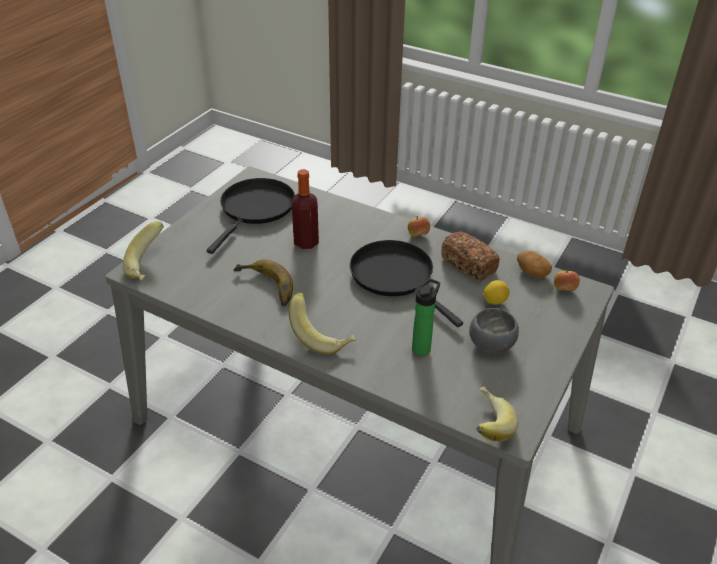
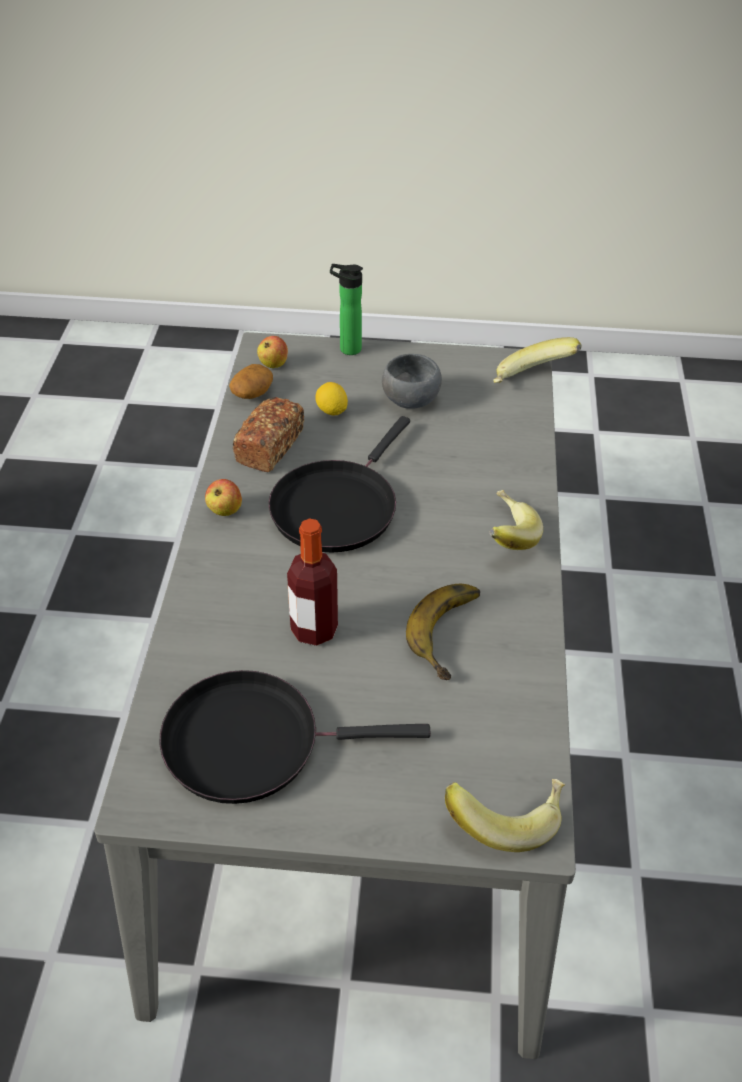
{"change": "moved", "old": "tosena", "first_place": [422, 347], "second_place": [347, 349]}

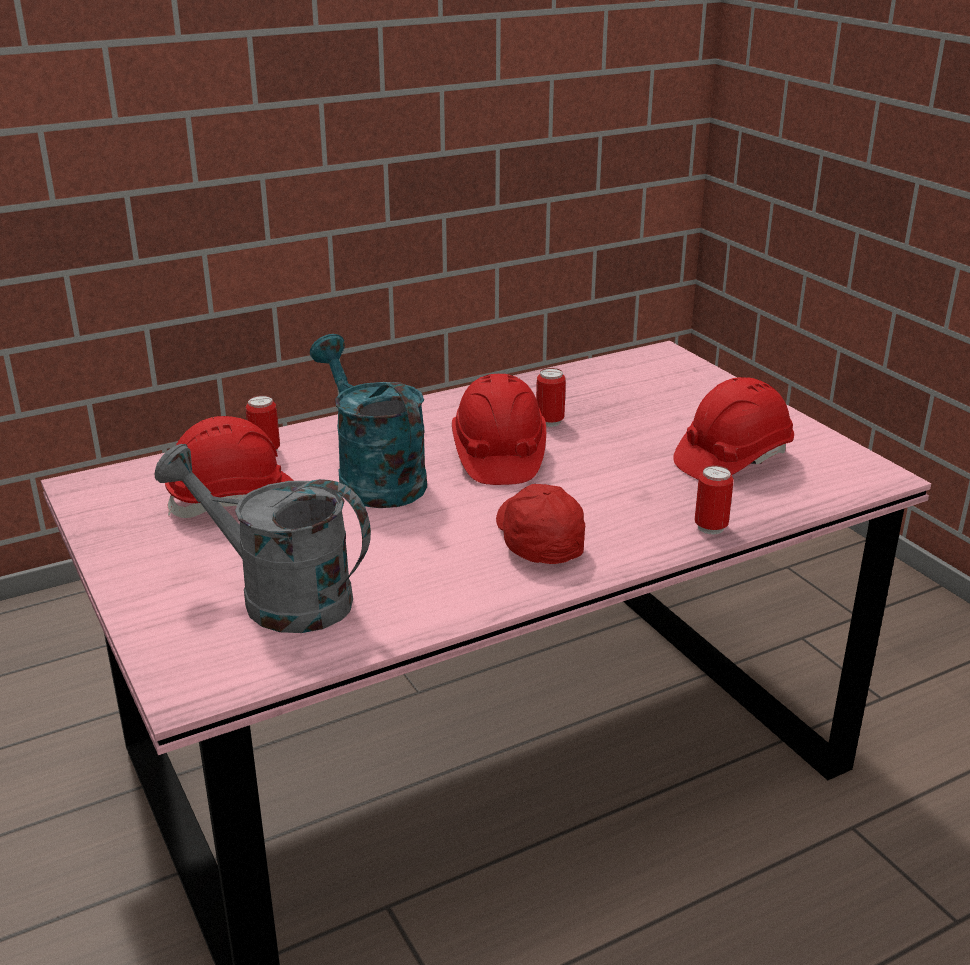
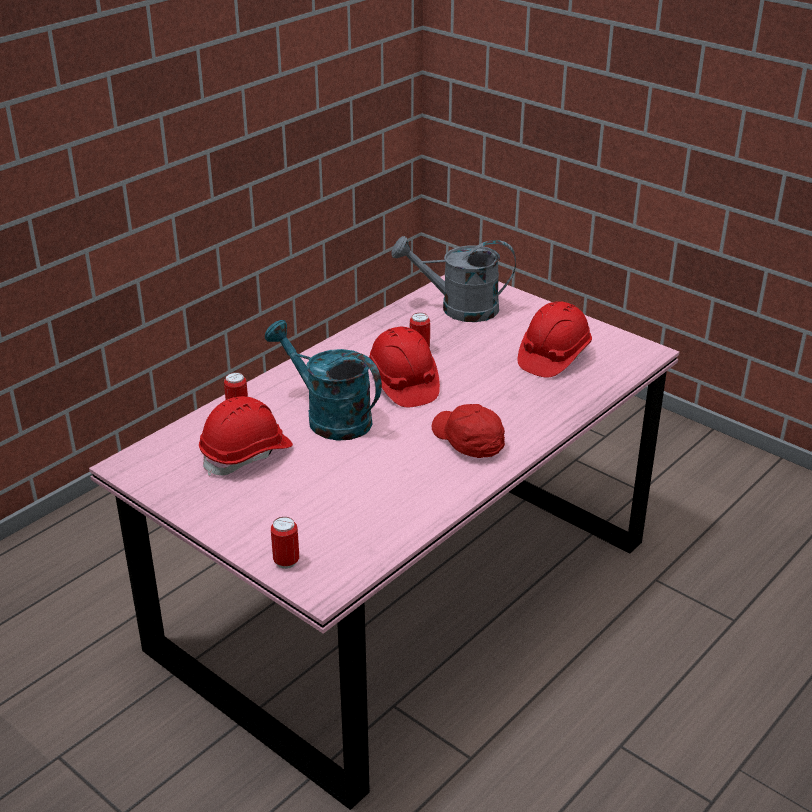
{"change": "moved", "old": "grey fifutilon", "first_place": [279, 597], "second_place": [458, 308]}
{"change": "moved", "old": "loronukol", "first_place": [710, 527], "second_place": [286, 561]}

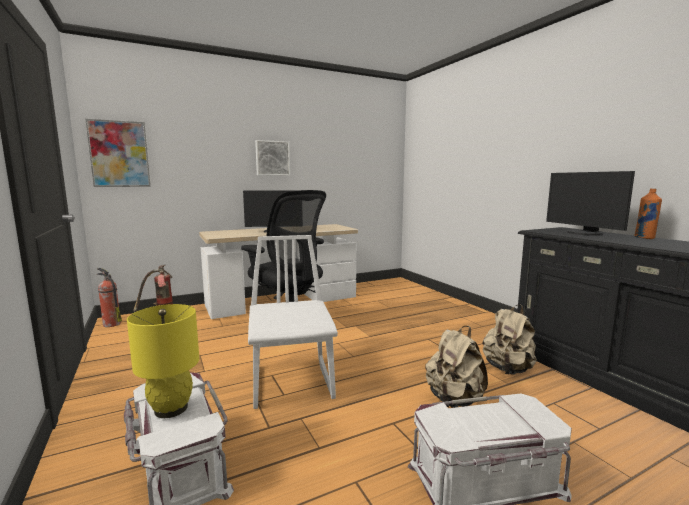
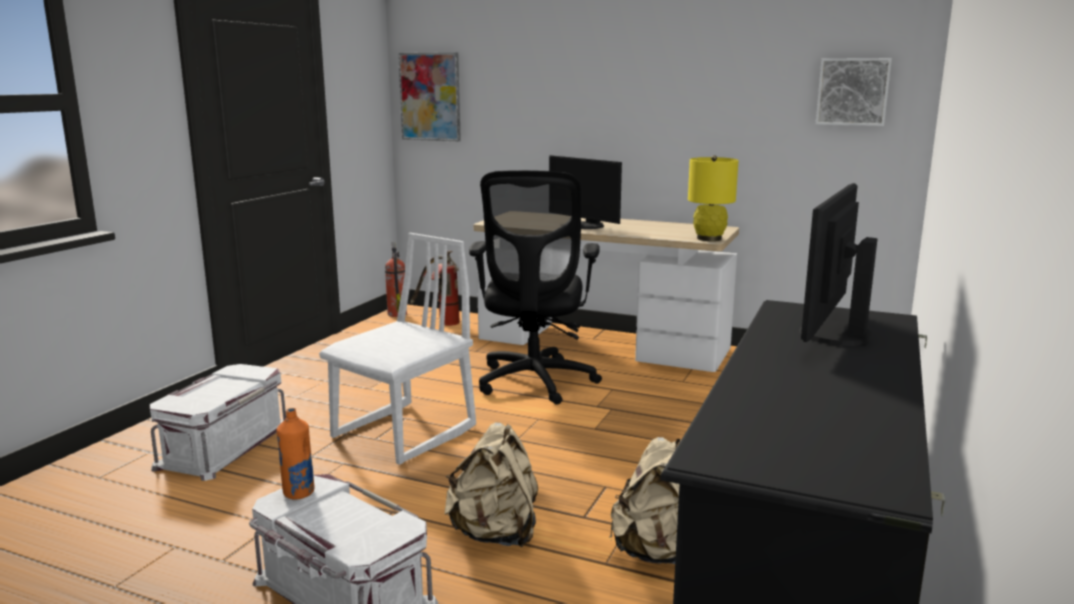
{"change": "moved", "old": "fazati", "first_place": [272, 158], "second_place": [852, 92]}
{"change": "moved", "old": "orange tosena", "first_place": [644, 238], "second_place": [298, 493]}
{"change": "moved", "old": "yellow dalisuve", "first_place": [171, 408], "second_place": [709, 238]}

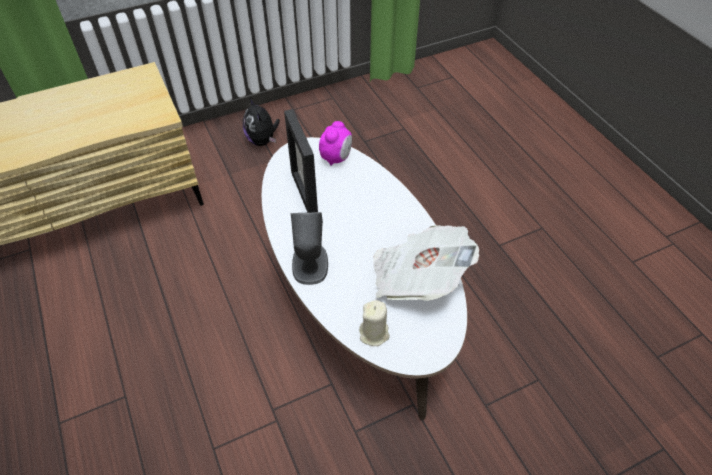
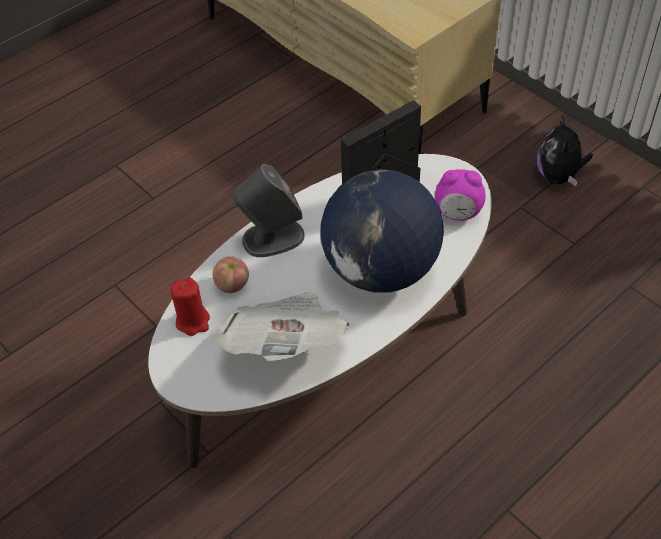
{"change": "turned", "old": "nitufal", "first_place": [263, 141], "second_place": [558, 176], "degrees": -45}
{"change": "recoloured", "old": "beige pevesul", "new": "red pevesul", "first_place": [374, 334], "second_place": [193, 321]}
{"change": "added", "new": "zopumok", "second_place": [381, 270]}
{"change": "added", "new": "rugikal", "second_place": [232, 285]}

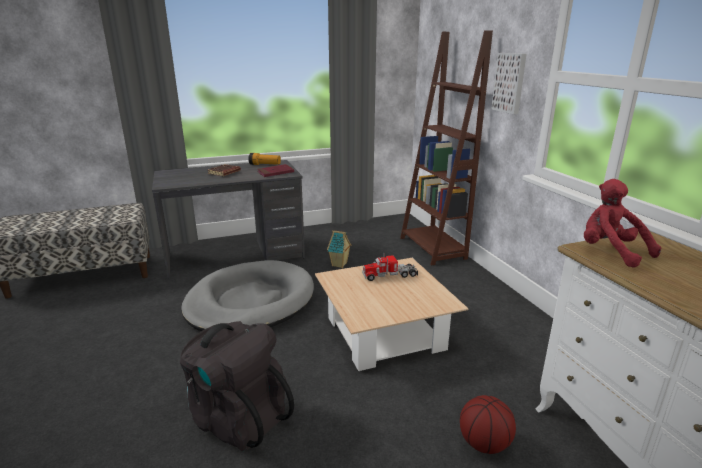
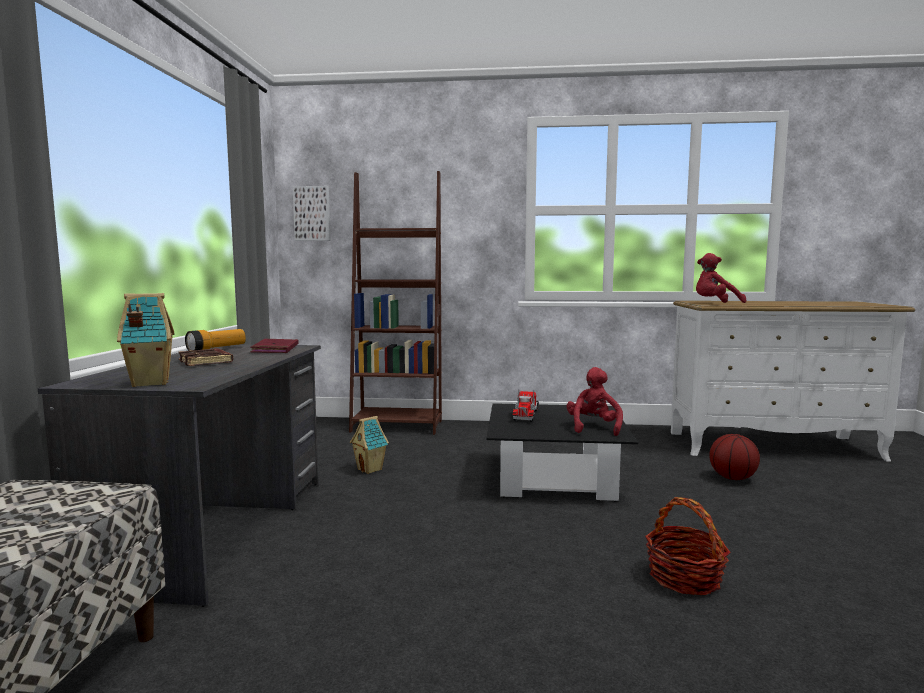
{"change": "moved", "old": "fazati", "first_place": [510, 83], "second_place": [312, 214]}
{"change": "recoloured", "old": "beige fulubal", "new": "black fulubal", "first_place": [384, 333], "second_place": [554, 478]}
{"change": "removed", "old": "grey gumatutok", "first_place": [250, 302]}
{"change": "replaced", "old": "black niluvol", "new": "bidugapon", "first_place": [238, 417], "second_place": [685, 578]}
{"change": "added", "new": "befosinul", "second_place": [149, 383]}
{"change": "added", "new": "red nitufal", "second_place": [593, 427]}

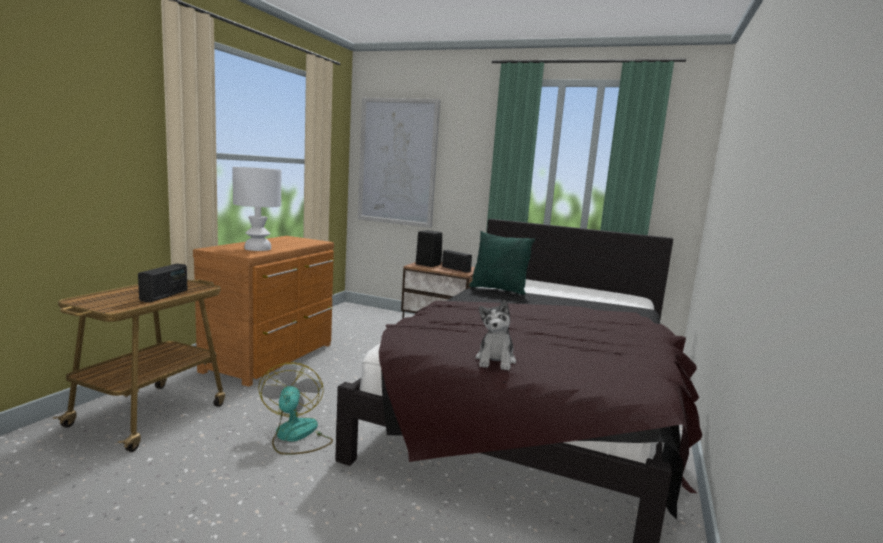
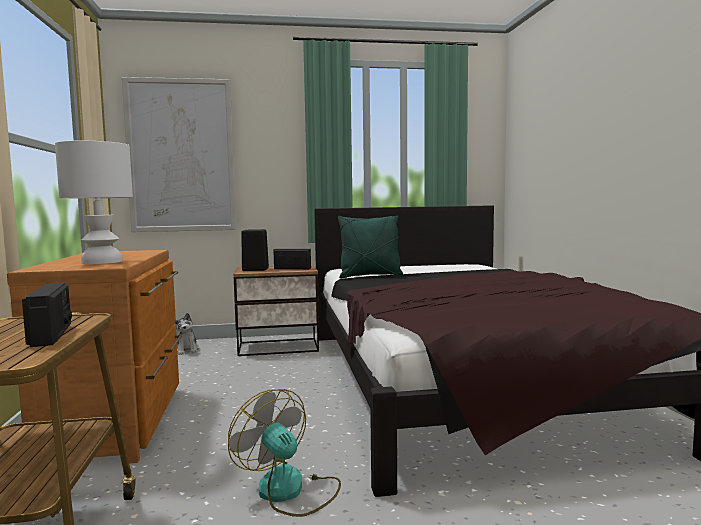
{"change": "moved", "old": "nitufal", "first_place": [495, 361], "second_place": [186, 350]}

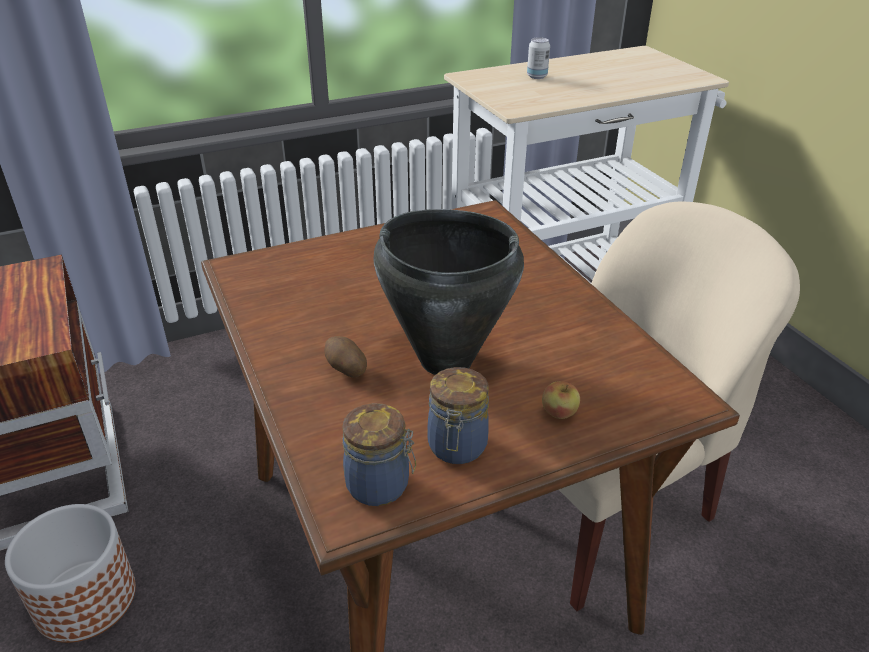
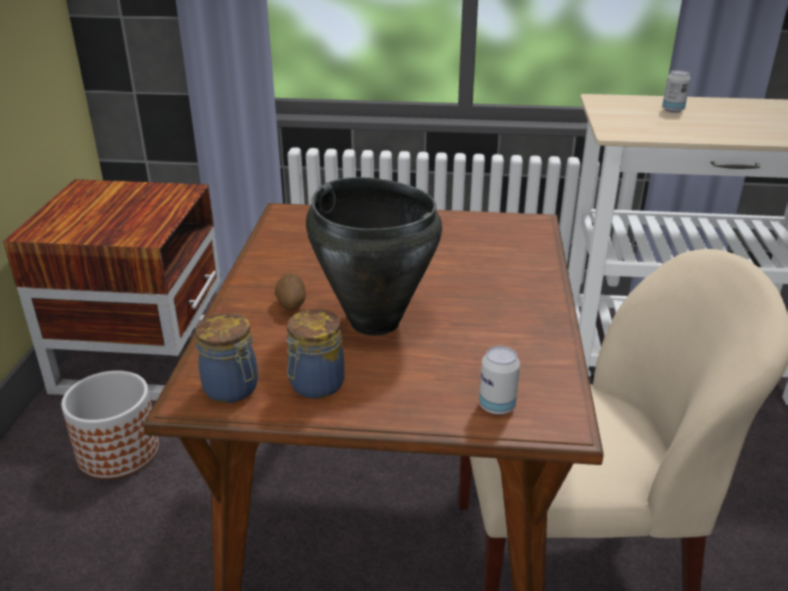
{"change": "removed", "old": "rugikal", "first_place": [559, 413]}
{"change": "added", "new": "loronukol", "second_place": [497, 406]}

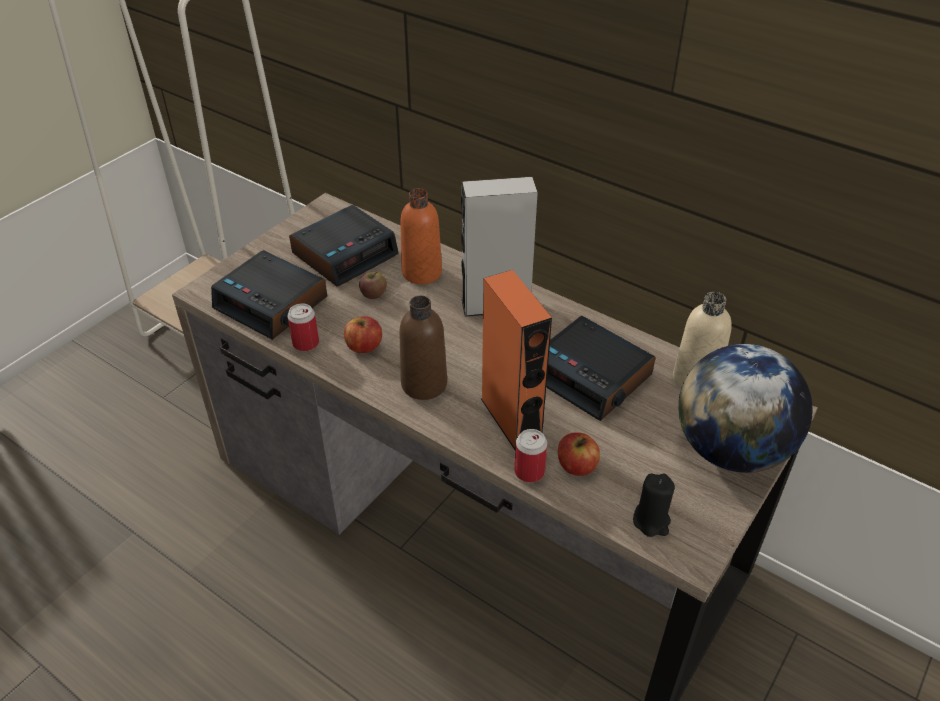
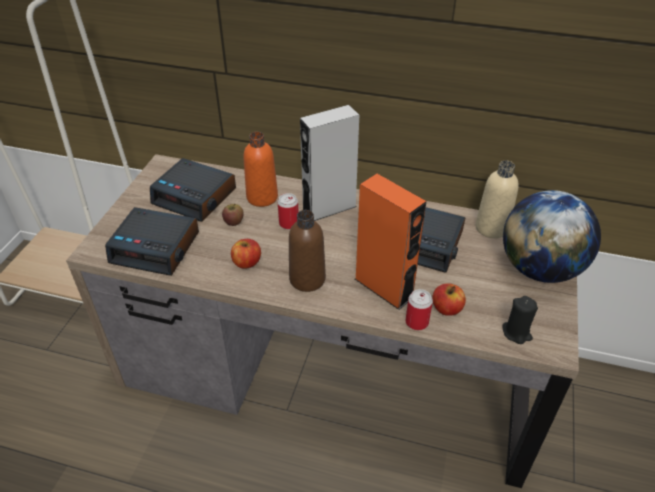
{"change": "turned", "old": "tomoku", "first_place": [345, 253], "second_place": [195, 196], "degrees": 90}
{"change": "moved", "old": "loronukol", "first_place": [306, 343], "second_place": [289, 223]}

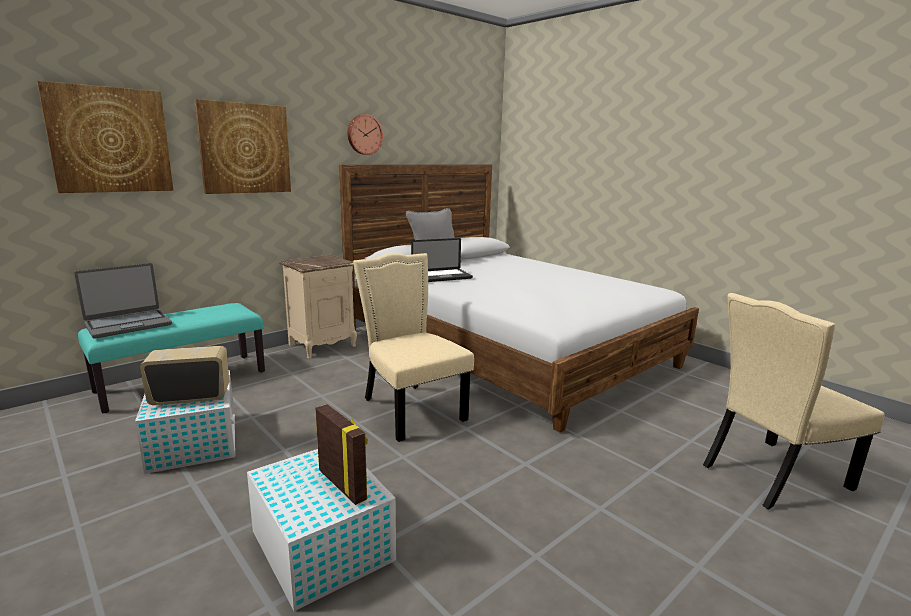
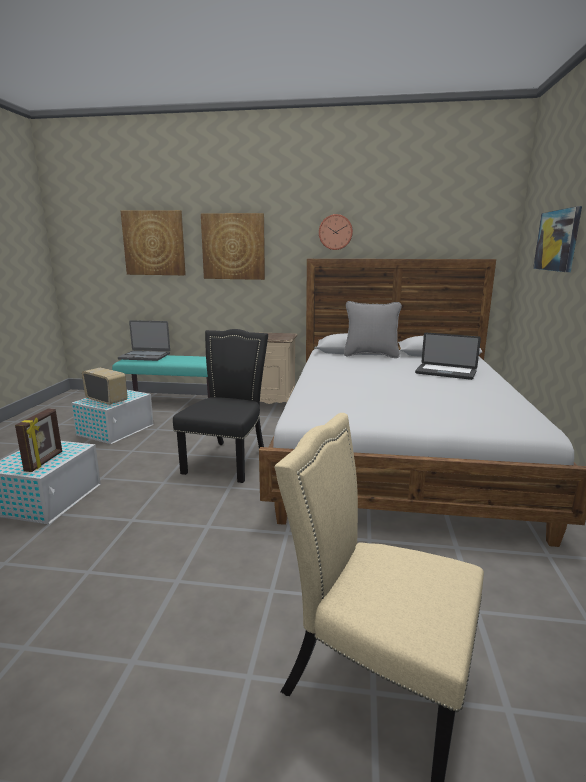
{"change": "moved", "old": "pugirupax", "first_place": [441, 277], "second_place": [445, 372]}
{"change": "recoloured", "old": "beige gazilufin", "new": "black gazilufin", "first_place": [412, 411], "second_place": [227, 462]}
{"change": "added", "new": "fazati", "second_place": [557, 240]}

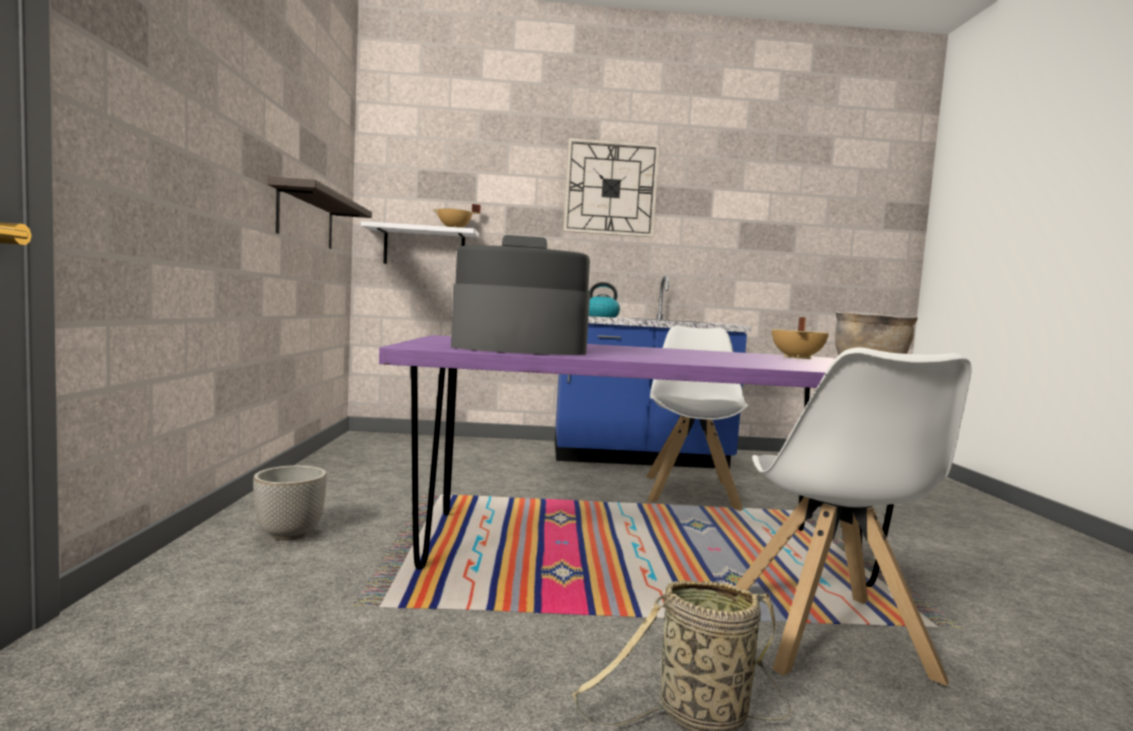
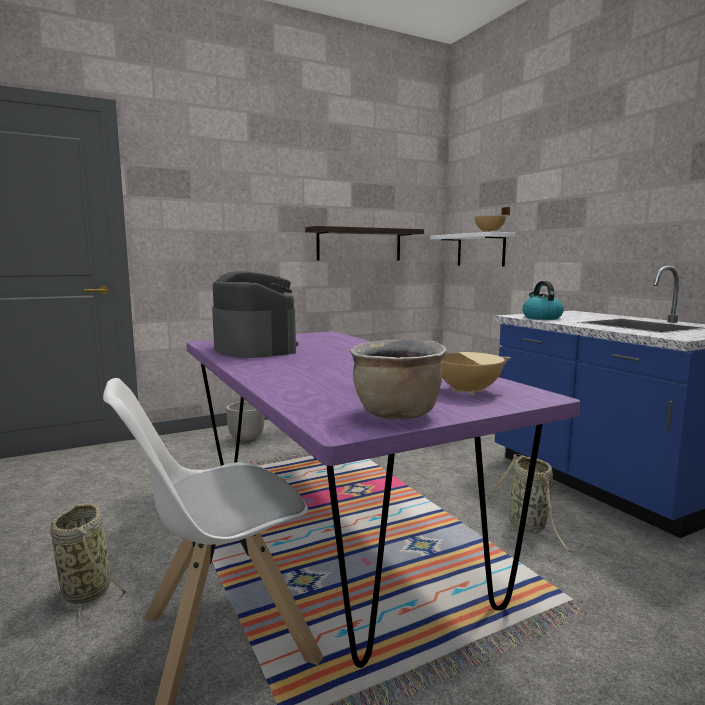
{"change": "removed", "old": "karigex", "first_place": [610, 188]}
{"change": "replaced", "old": "gazilufin", "new": "bidugapon", "first_place": [690, 491], "second_place": [529, 527]}

